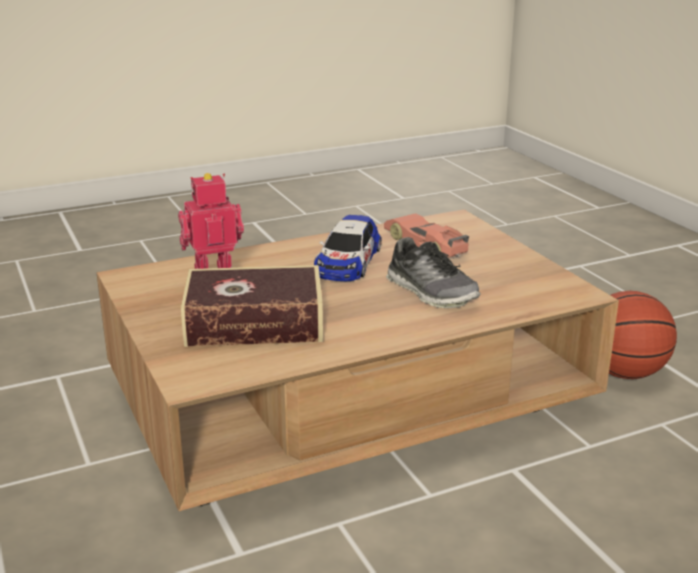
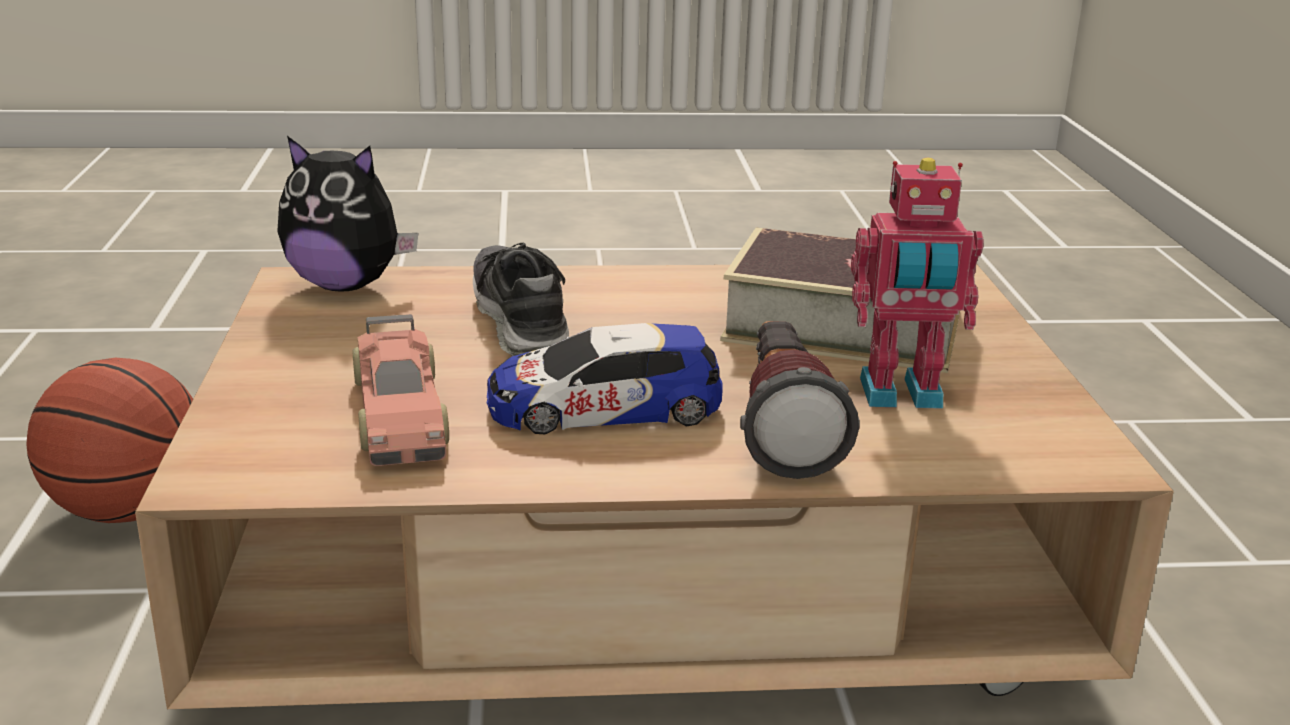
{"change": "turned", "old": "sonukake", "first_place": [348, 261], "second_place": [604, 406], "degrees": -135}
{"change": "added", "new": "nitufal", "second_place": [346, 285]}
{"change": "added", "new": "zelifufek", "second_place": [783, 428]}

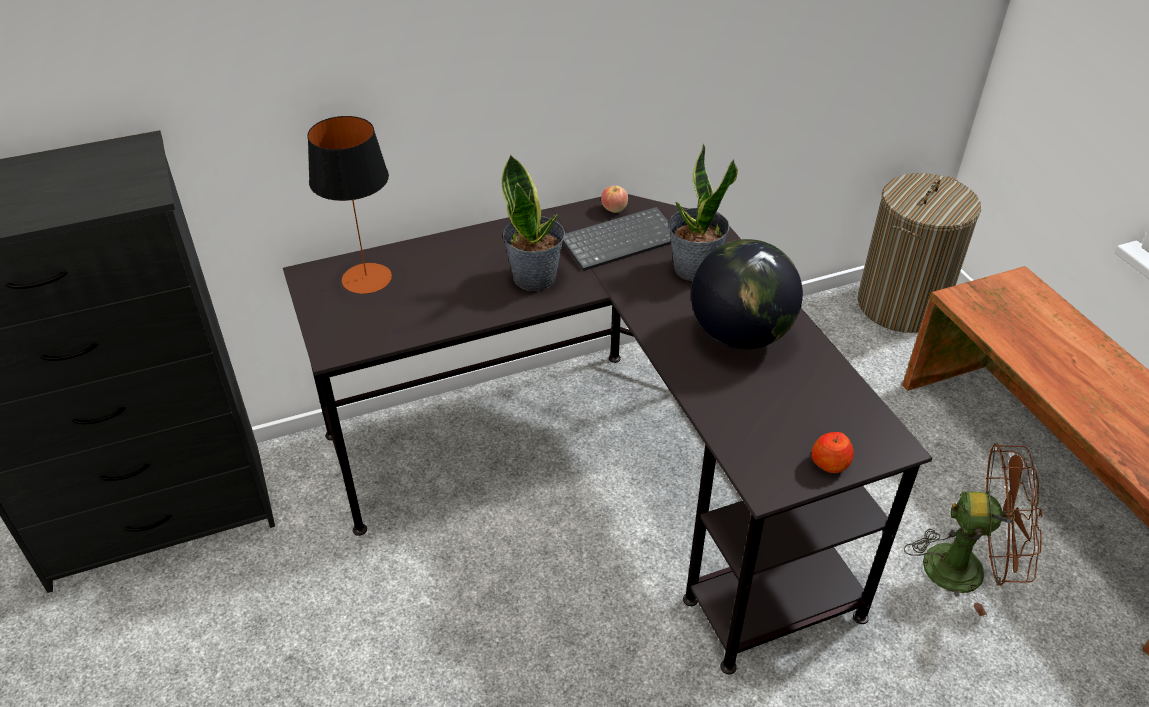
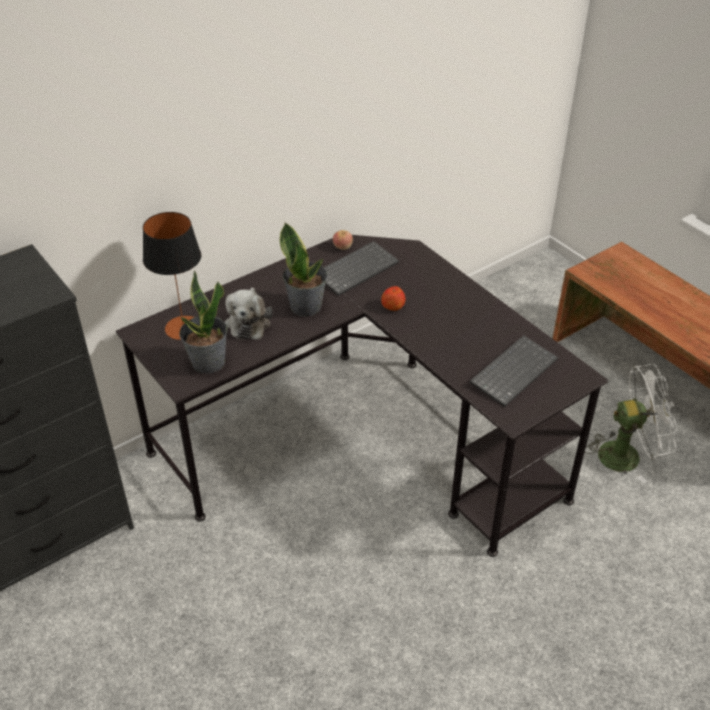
{"change": "moved", "old": "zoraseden", "first_place": [694, 269], "second_place": [208, 362]}
{"change": "removed", "old": "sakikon", "first_place": [901, 305]}
{"change": "removed", "old": "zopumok", "first_place": [740, 335]}
{"change": "moved", "old": "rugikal", "first_place": [830, 463], "second_place": [393, 306]}
{"change": "recoloured", "old": "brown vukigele", "new": "white vukigele", "first_place": [967, 569], "second_place": [627, 455]}
{"change": "added", "new": "nitufal", "second_place": [248, 322]}
{"change": "added", "new": "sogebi", "second_place": [513, 371]}

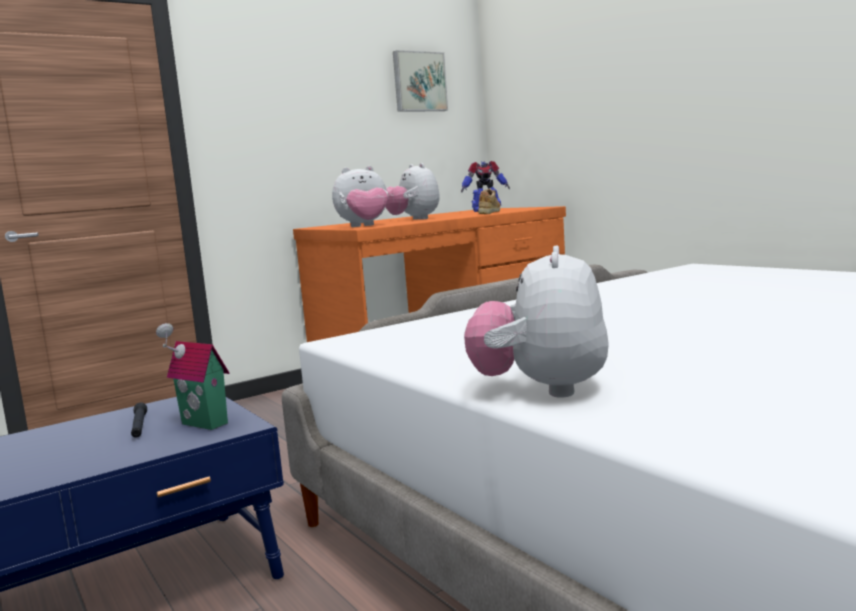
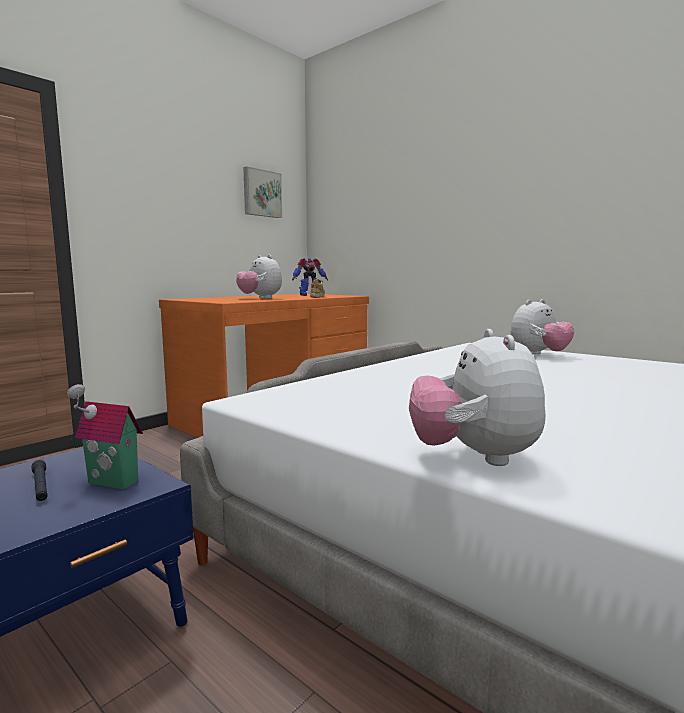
{"change": "moved", "old": "nitufal", "first_place": [364, 226], "second_place": [538, 355]}

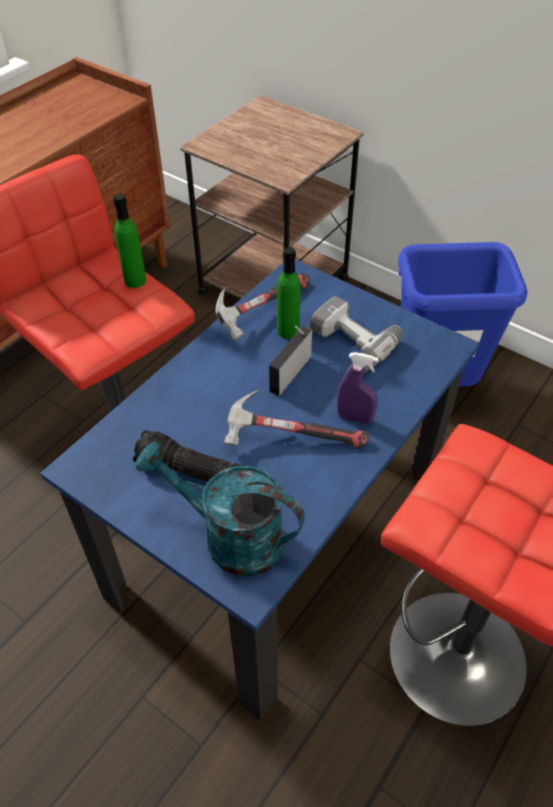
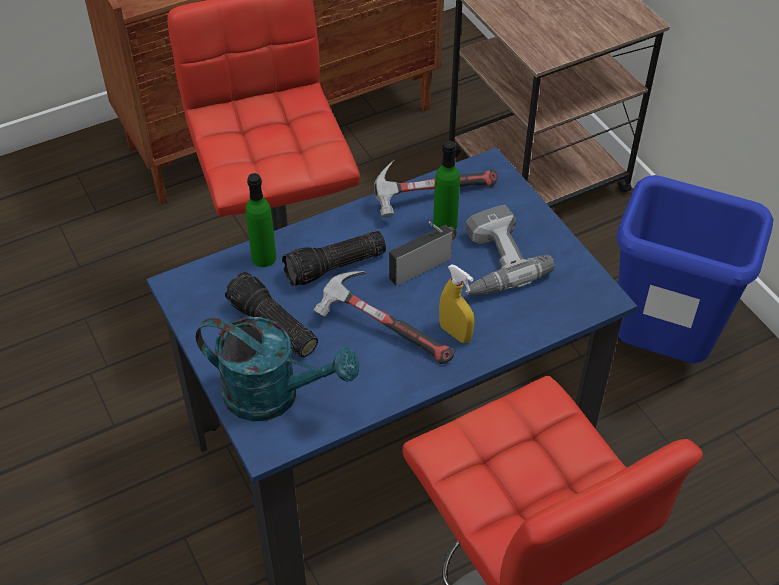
{"change": "moved", "old": "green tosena", "first_place": [135, 280], "second_place": [264, 258]}
{"change": "recoloured", "old": "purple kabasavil", "new": "yellow kabasavil", "first_place": [354, 417], "second_place": [455, 333]}
{"change": "turned", "old": "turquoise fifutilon", "first_place": [230, 537], "second_place": [274, 395], "degrees": 150}
{"change": "added", "new": "zelifufek", "second_place": [335, 268]}

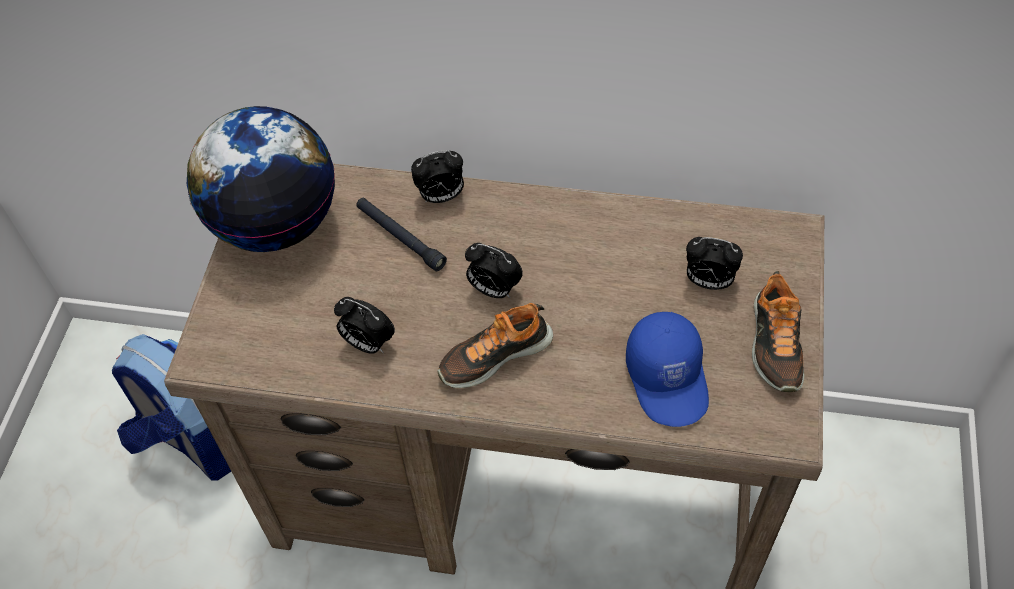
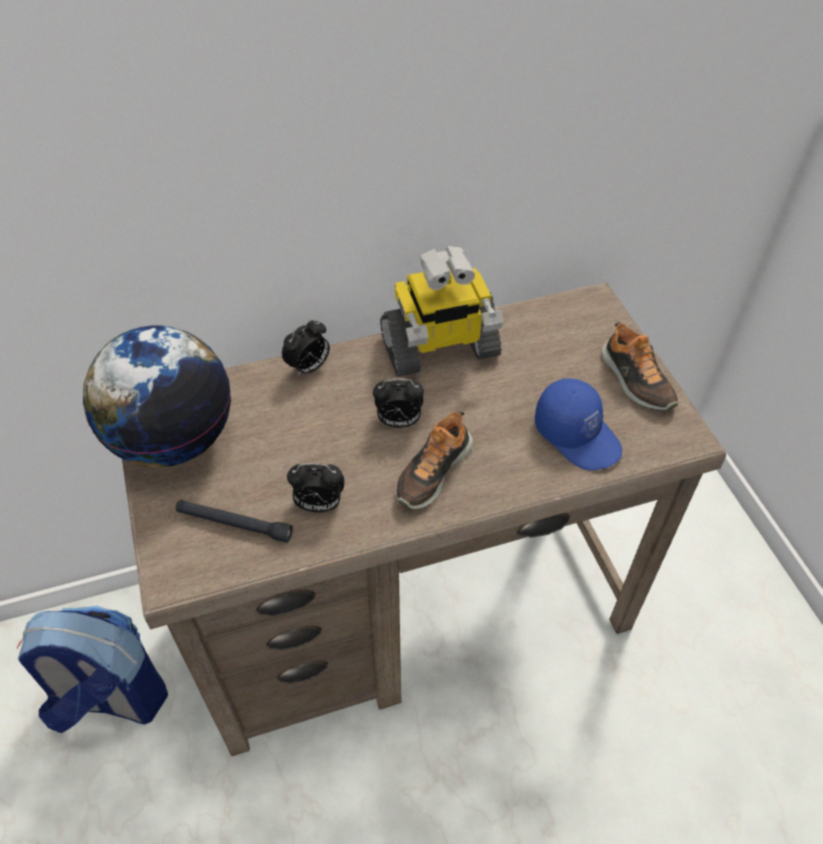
{"change": "moved", "old": "black zelifufek", "first_place": [400, 237], "second_place": [234, 524]}
{"change": "removed", "old": "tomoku", "first_place": [708, 282]}
{"change": "added", "new": "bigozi", "second_place": [439, 349]}

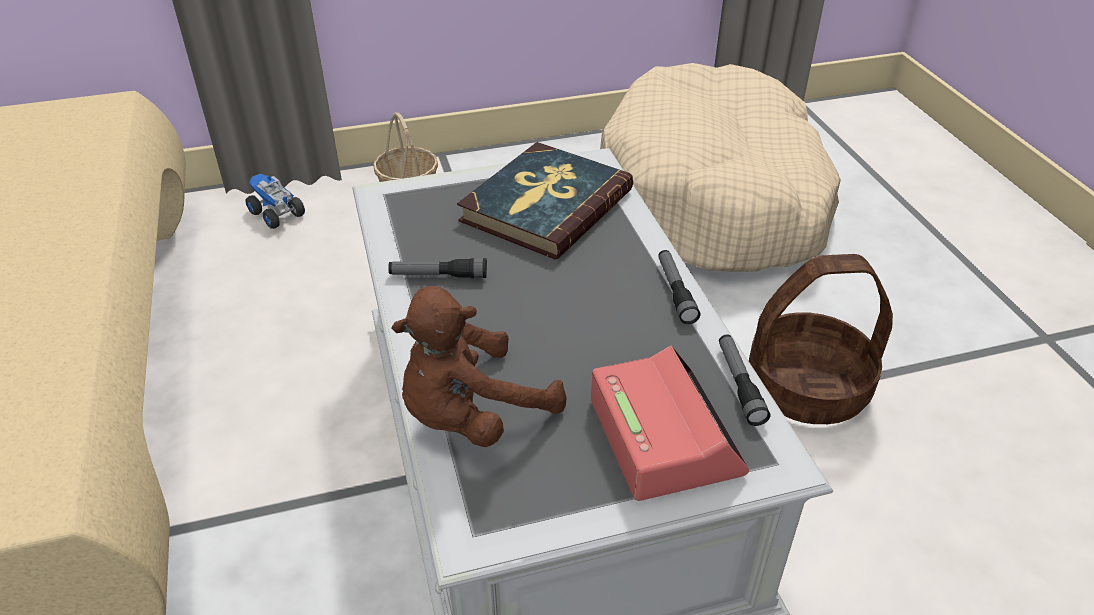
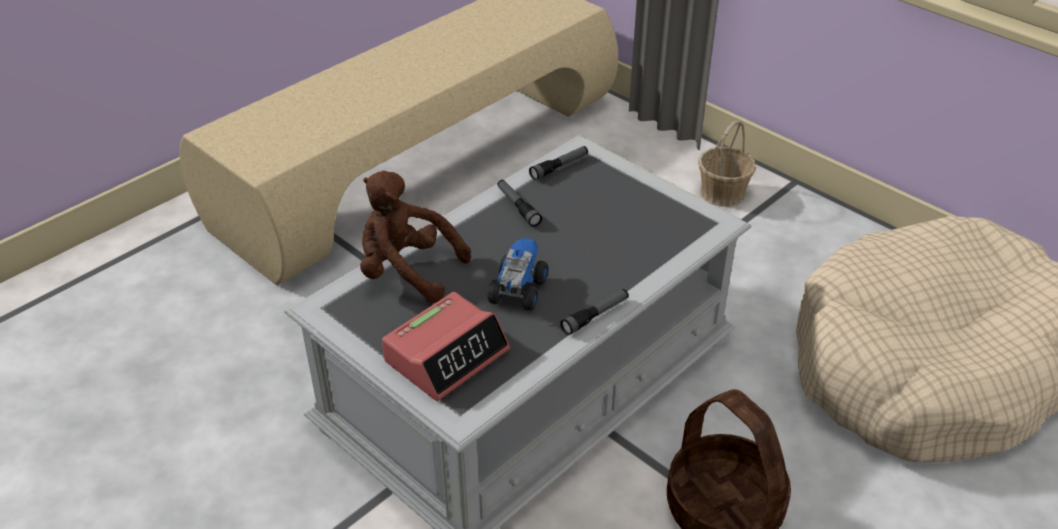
{"change": "removed", "old": "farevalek", "first_place": [545, 205]}
{"change": "moved", "old": "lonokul", "first_place": [276, 214], "second_place": [518, 290]}
{"change": "moved", "old": "zelifufek", "first_place": [739, 384], "second_place": [559, 167]}

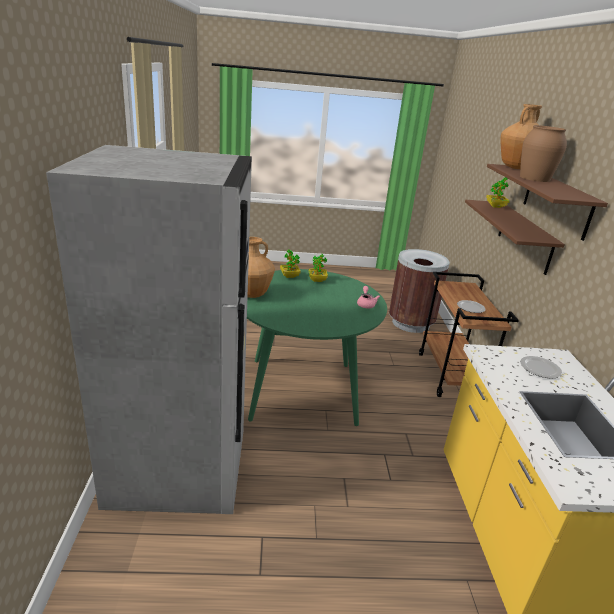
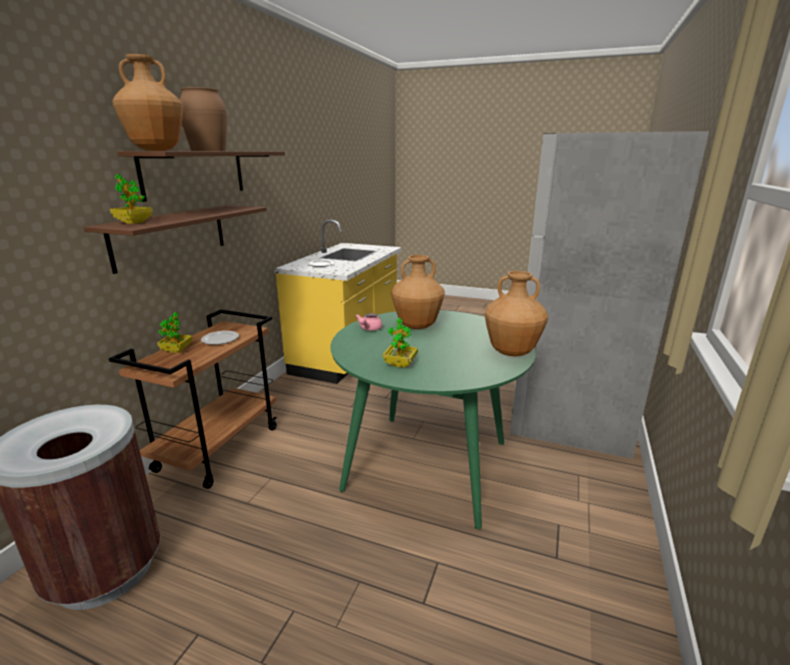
{"change": "moved", "old": "zoraseden", "first_place": [289, 276], "second_place": [176, 350]}
{"change": "added", "new": "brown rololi", "second_place": [416, 326]}

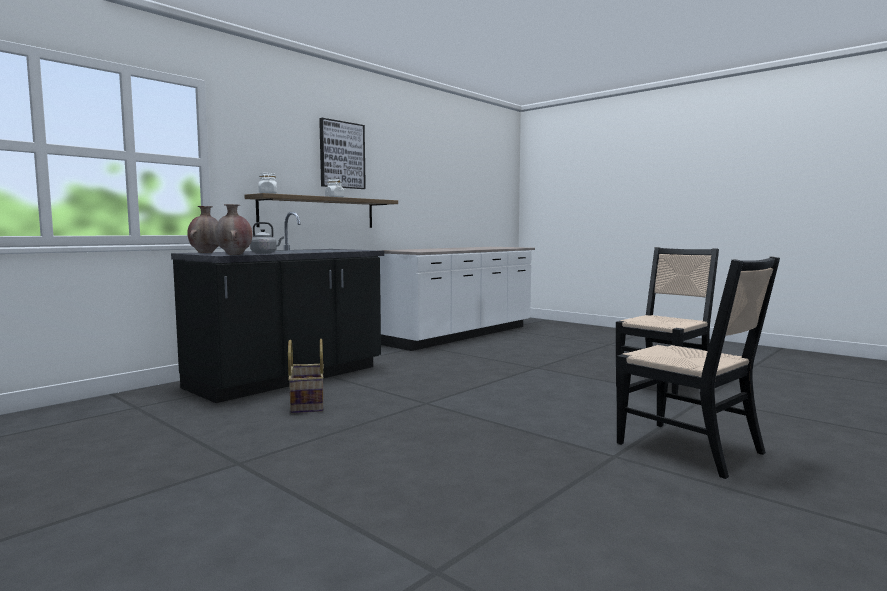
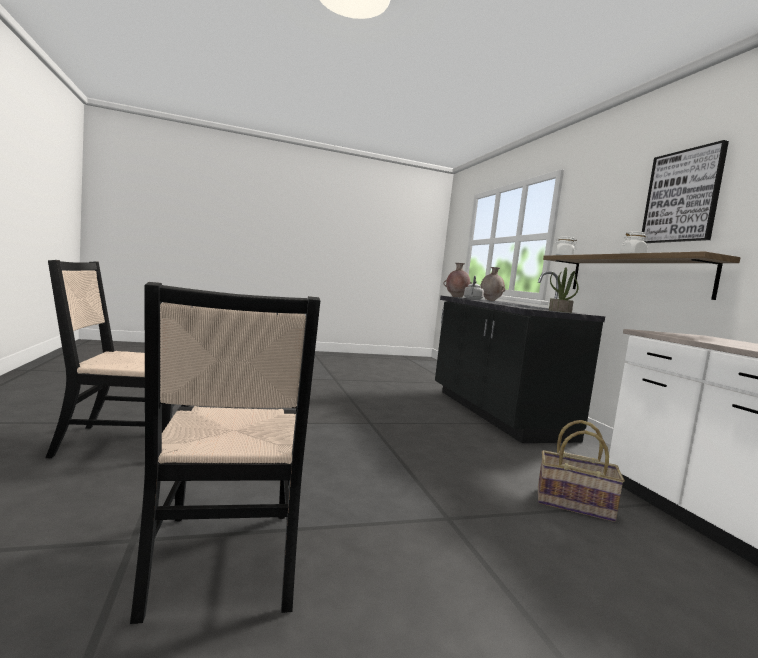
{"change": "moved", "old": "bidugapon", "first_place": [306, 404], "second_place": [574, 503]}
{"change": "added", "new": "zoraseden", "second_place": [560, 311]}

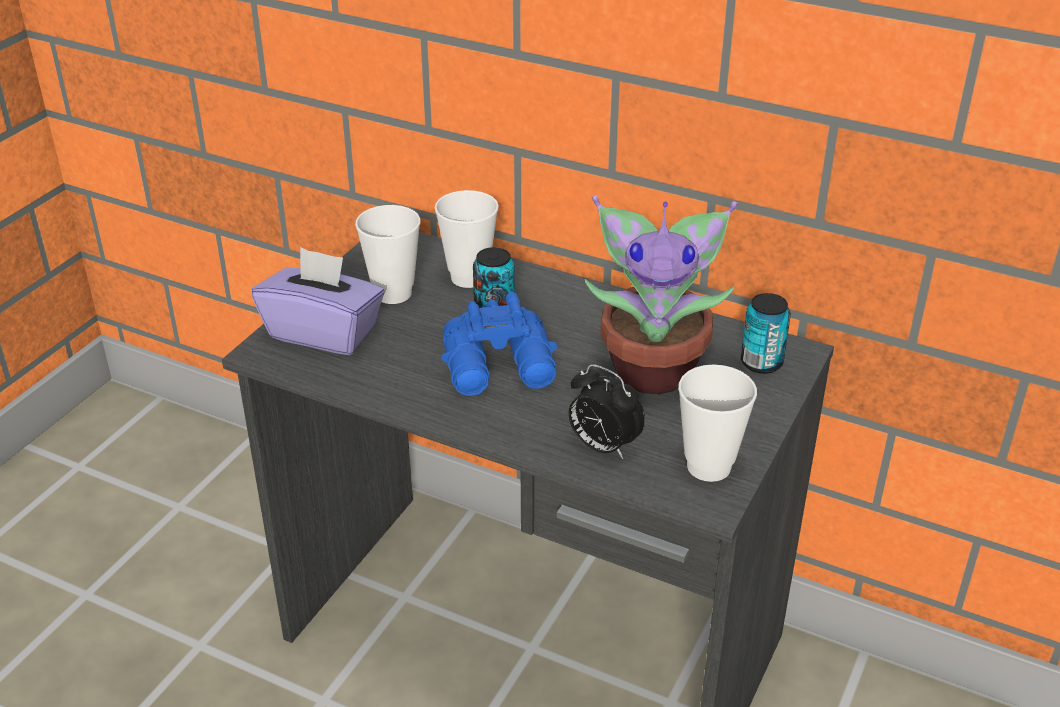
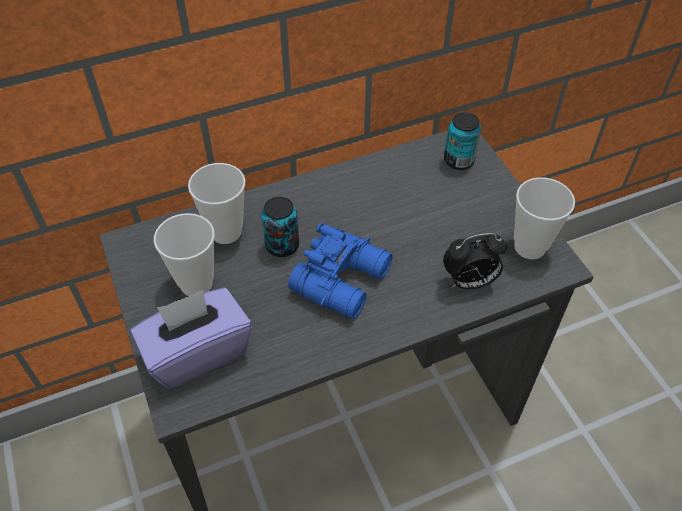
{"change": "removed", "old": "zoraseden", "first_place": [654, 368]}

